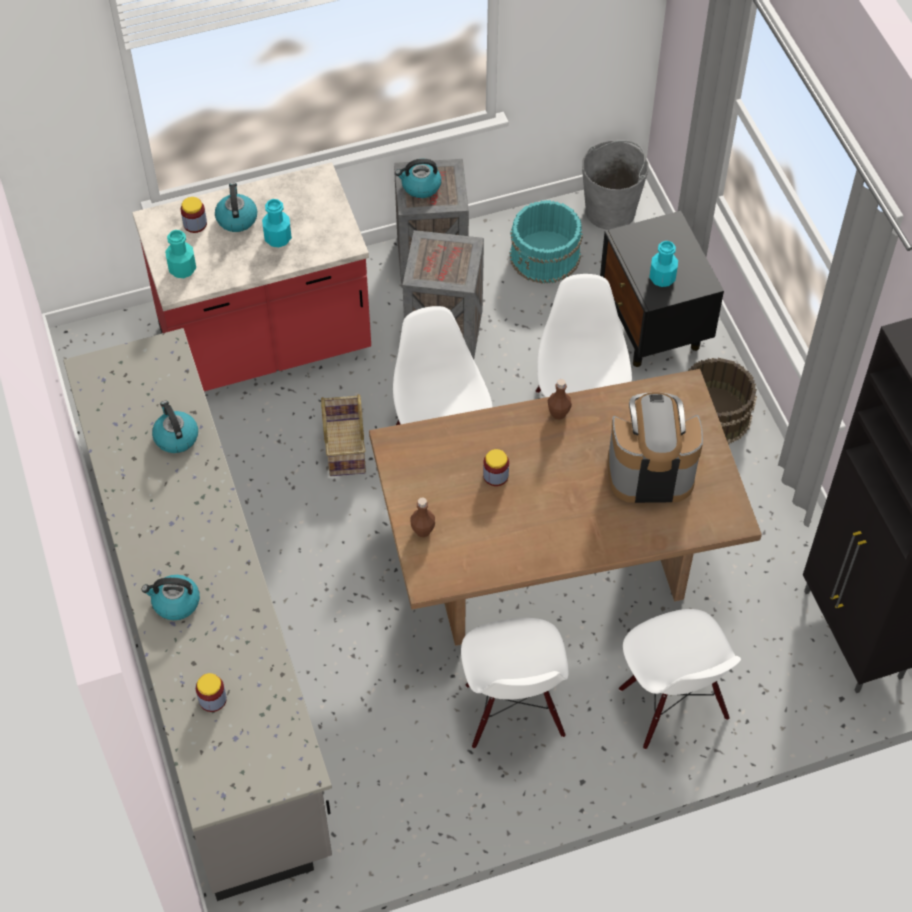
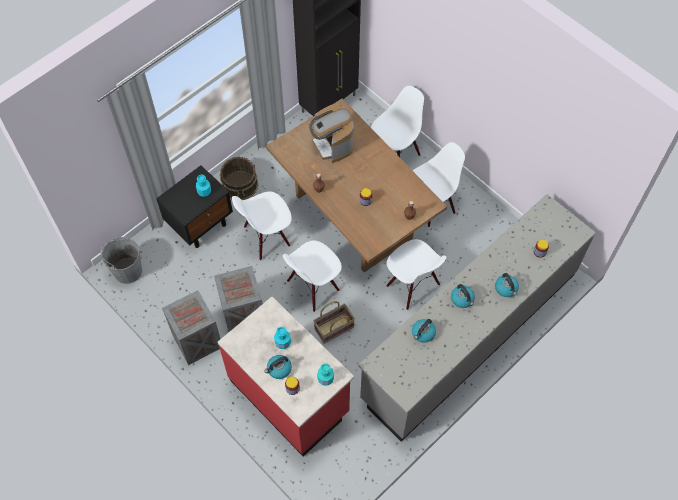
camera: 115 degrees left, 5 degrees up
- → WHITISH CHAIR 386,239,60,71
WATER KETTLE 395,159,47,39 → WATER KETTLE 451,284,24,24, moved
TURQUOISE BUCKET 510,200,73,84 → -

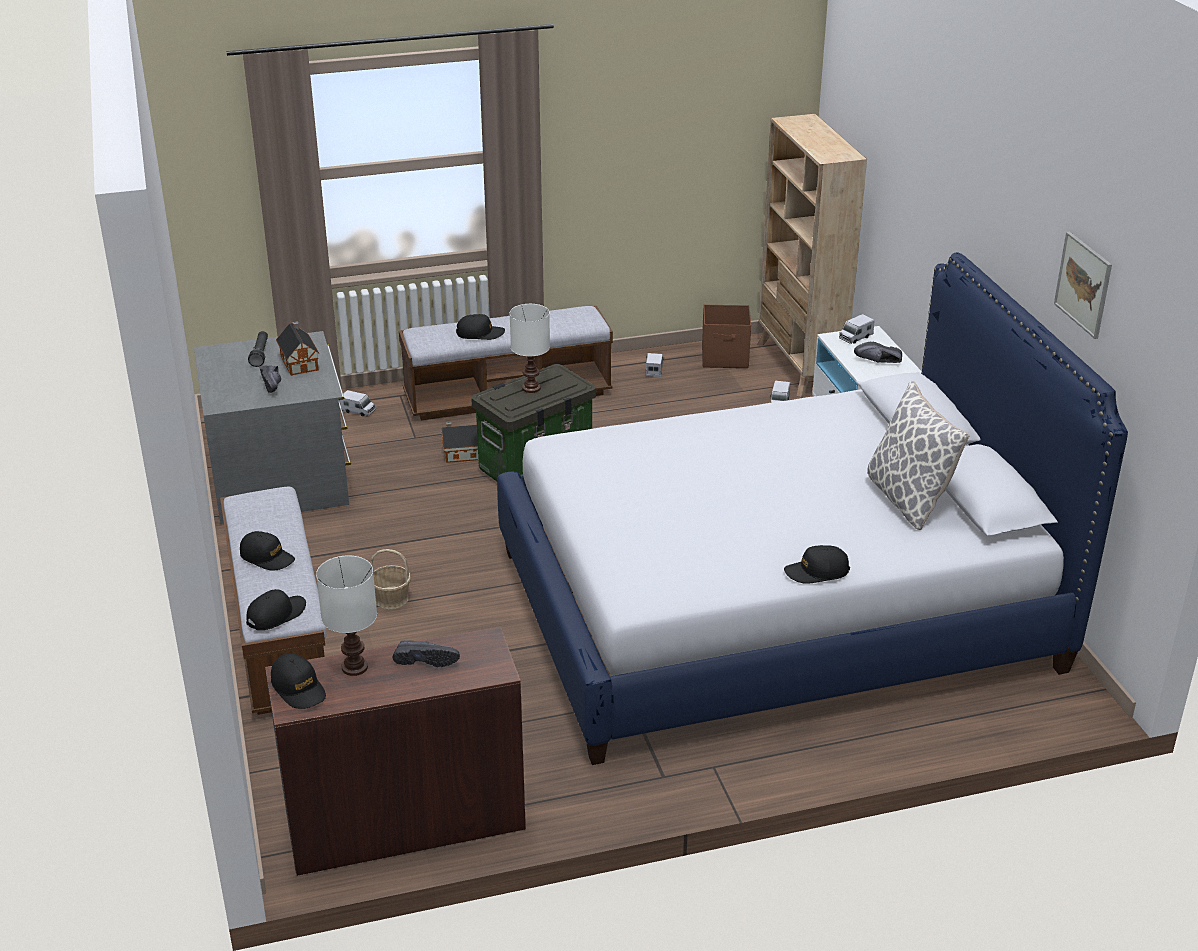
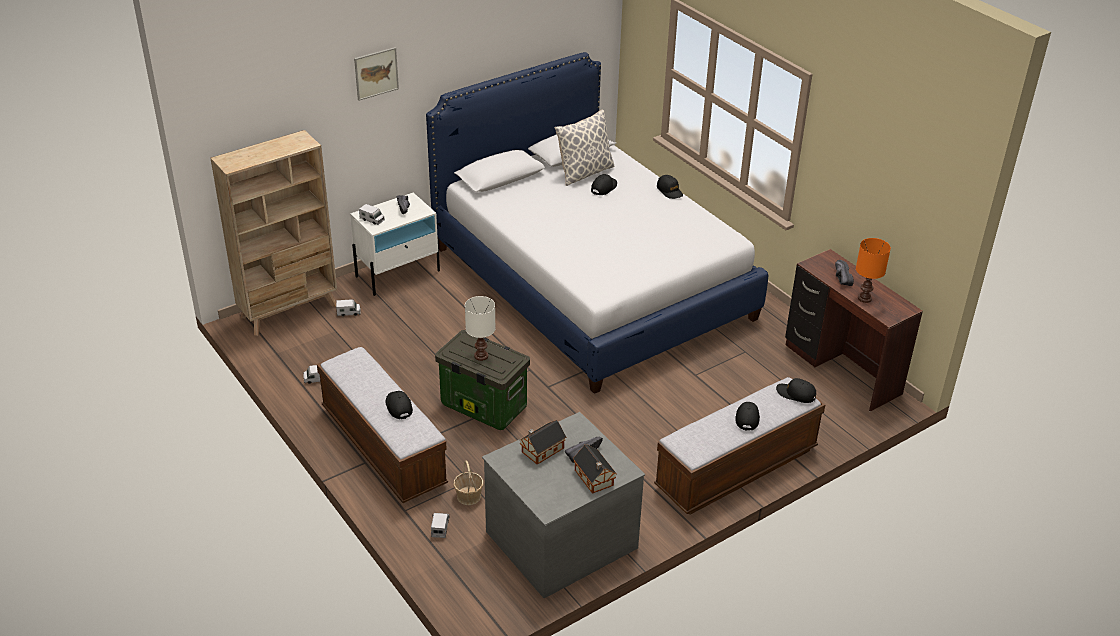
camera: 110 degrees left, 5 degrees up
WALL ART 1054,231,58,108 → WALL ART 354,47,45,54, moved
BASKET 371,549,40,60 → BASKET 454,460,29,45, moved
MINIATURE HOUSE 441,422,37,41 → MINIATURE HOUSE 573,444,44,50, moved
BLACK-COLOURED CAP 271,653,55,56 → BLACK-COLOURED CAP 591,174,26,21, moved
WHITISH TABLE LAMP 316,555,61,121 → ORANGE-COLOURED TABLE LAMP 856,238,35,65
BLACK-COLOURED HAND TORCH 248,331,20,36 → -
BROWN STORAGE BOX 702,304,49,64 → -

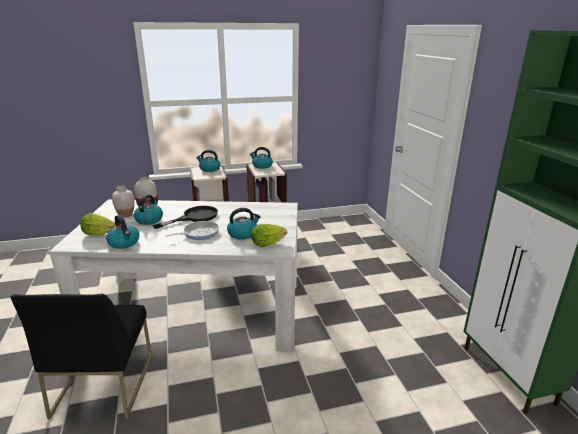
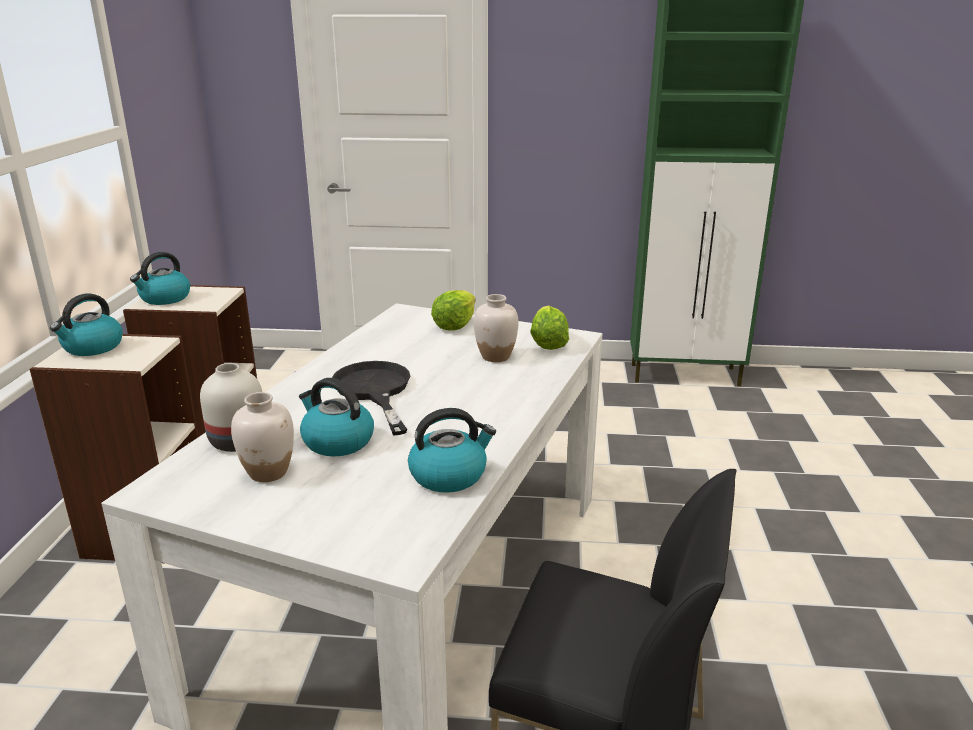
camera: 70 degrees left, 0 degrees up
LETTUCE HEAD 80,213,36,22 → LETTUCE HEAD 431,290,45,41, moved
WATER KETTLE 227,208,34,32 → WHITISH FLOWER VASE 474,294,44,68
PAN 165,221,54,19 → -

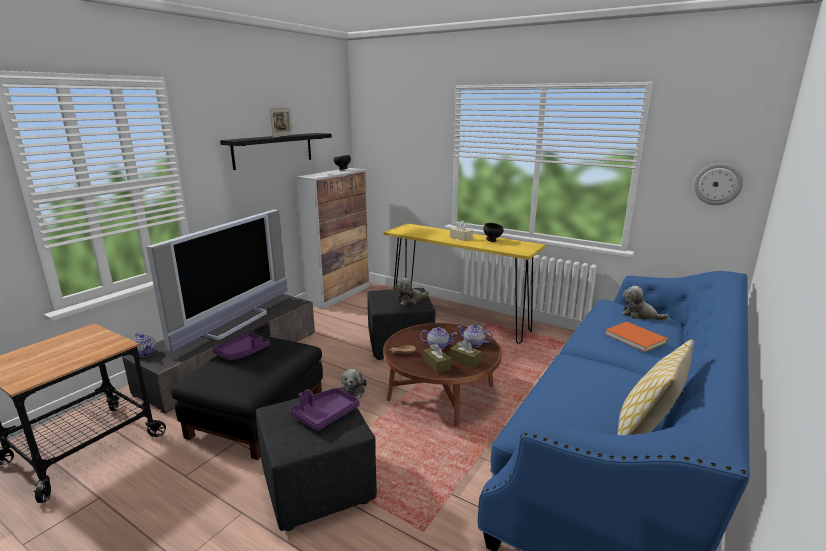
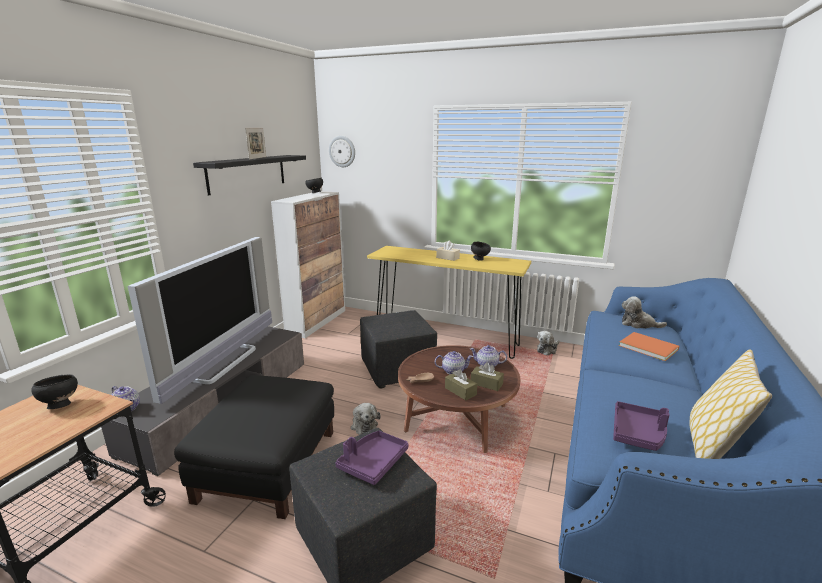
camera: 10 degrees left, 0 degrees up
- → BLACK-COLOURED DEEP DISH 31,375,47,34
WALL CLOCK 694,163,49,42 → WALL CLOCK 329,136,26,31, moved
CUDDLY TOY 395,278,34,27 → CUDDLY TOY 537,331,22,24, moved
PURPLISH CARRYING TRAY 212,332,58,28 → PURPLISH CARRYING TRAY 613,401,56,50, moved

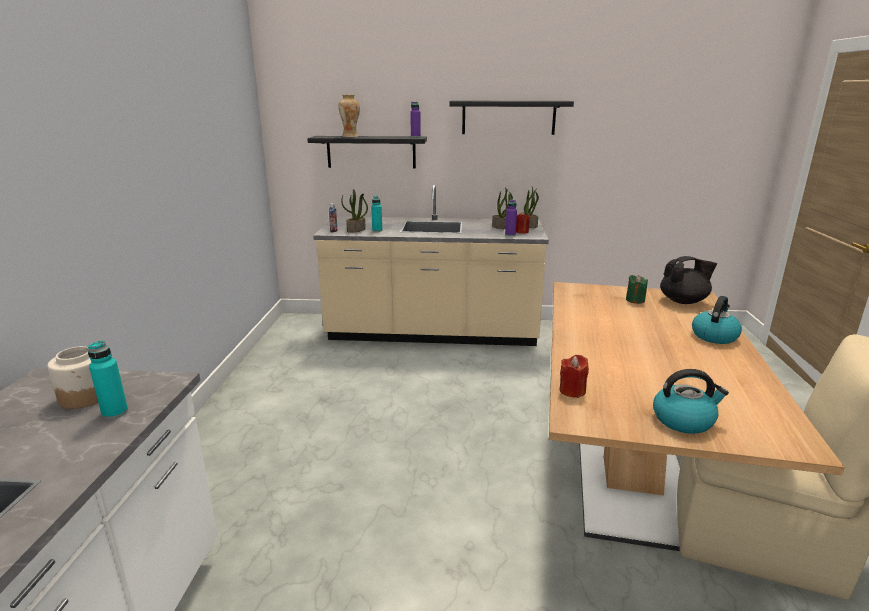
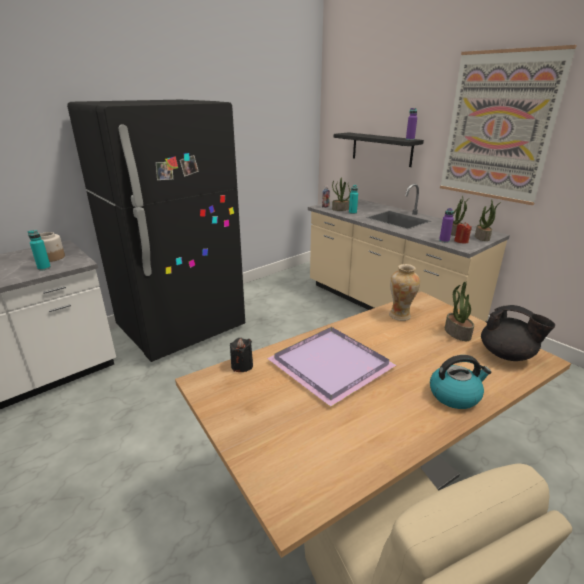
camera: 45 degrees right, 5 degrees up
- → BLACK-COLOURED KITCHEN FRIDGE 67,100,178,262
REDDISH CANDLE 559,355,30,43 → BLACK-COLOURED CANDLE 230,338,23,34
- → PURPLISH CARRYING TRAY 267,327,129,80
FLOWER VASE 338,94,22,43 → FLOWER VASE 389,264,31,57, moved
BLACK-COLOURED WALL SHELF 449,101,125,34 → WALL ART 440,45,137,160
GREEN-COLOURED CANDLE 626,275,22,29 → HOUSEPLANT 445,281,29,60
WATER KETTLE 653,369,76,65 → -

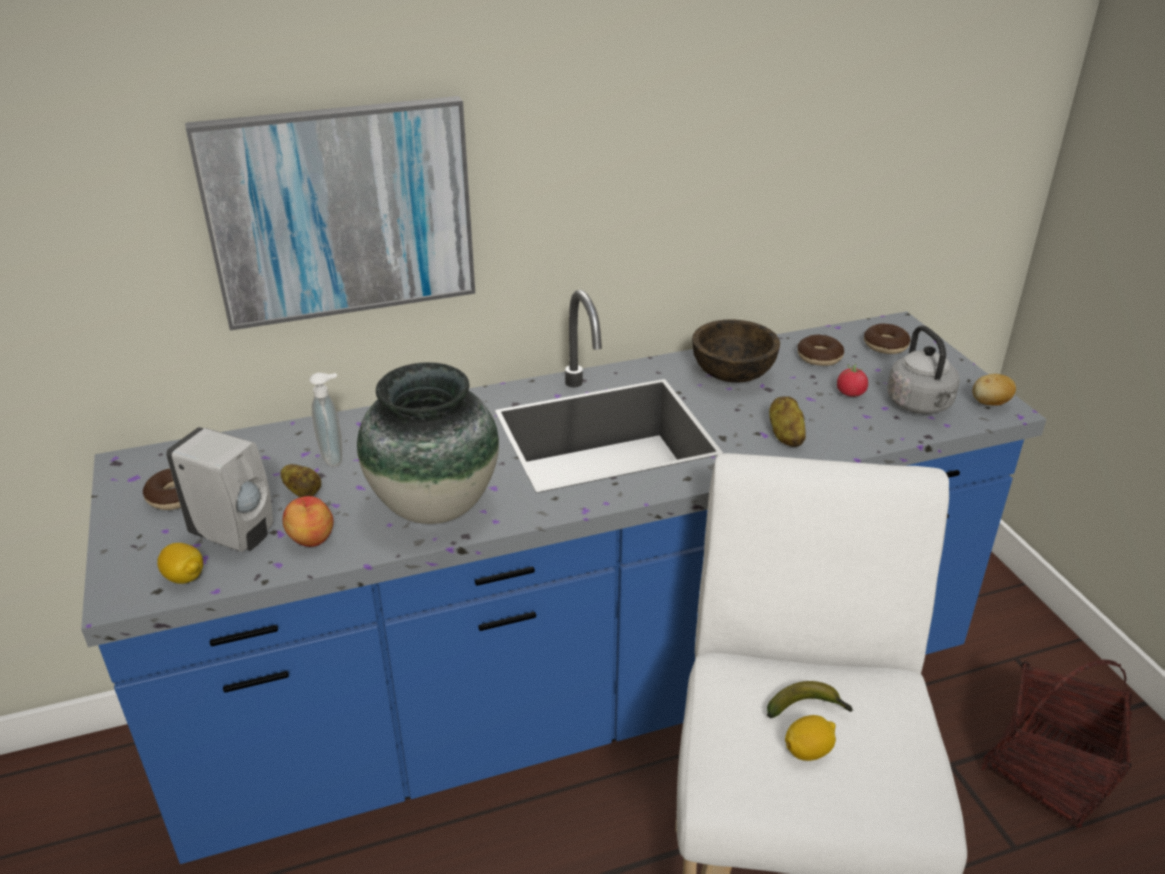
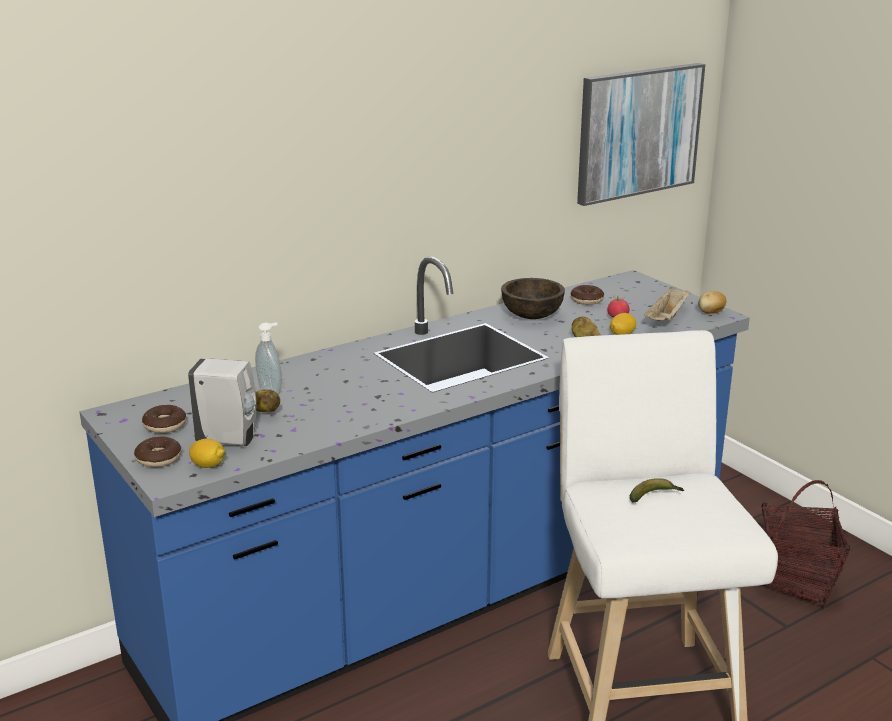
camera: 15 degrees left, 10 degrees down
DOUGHNUT 864,324,47,30 → DOUGHNUT 134,437,47,30, moved
WALL ART 185,96,290,235 → WALL ART 577,63,128,143, moved
LEMON 785,715,51,46 → LEMON 610,313,26,22, moved
GREYISH WATER KETTLE 887,325,73,89 → BEIGE CARRYING TRAY 644,287,46,33
APPLE FRUIT 283,496,50,51 → -
FLOWER VASE 357,362,142,162 → -

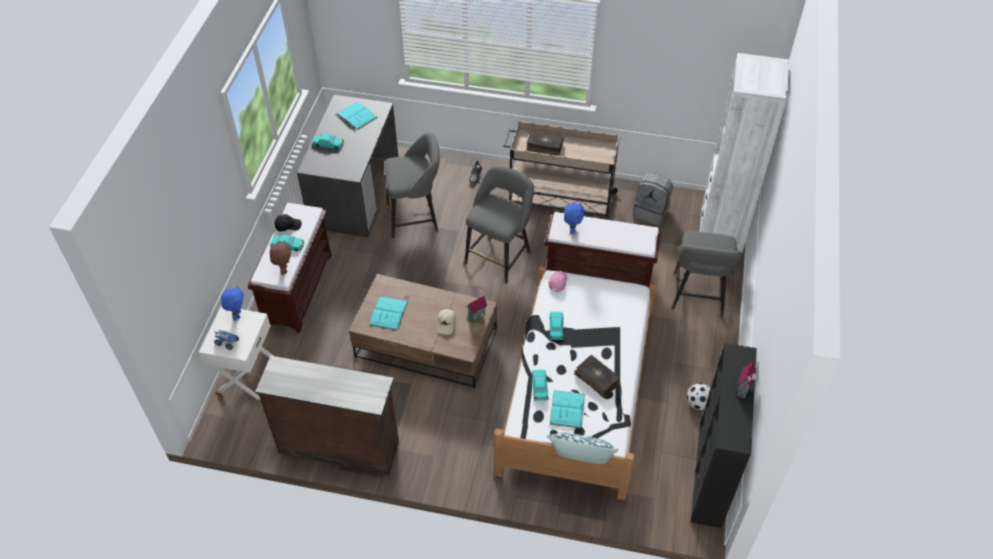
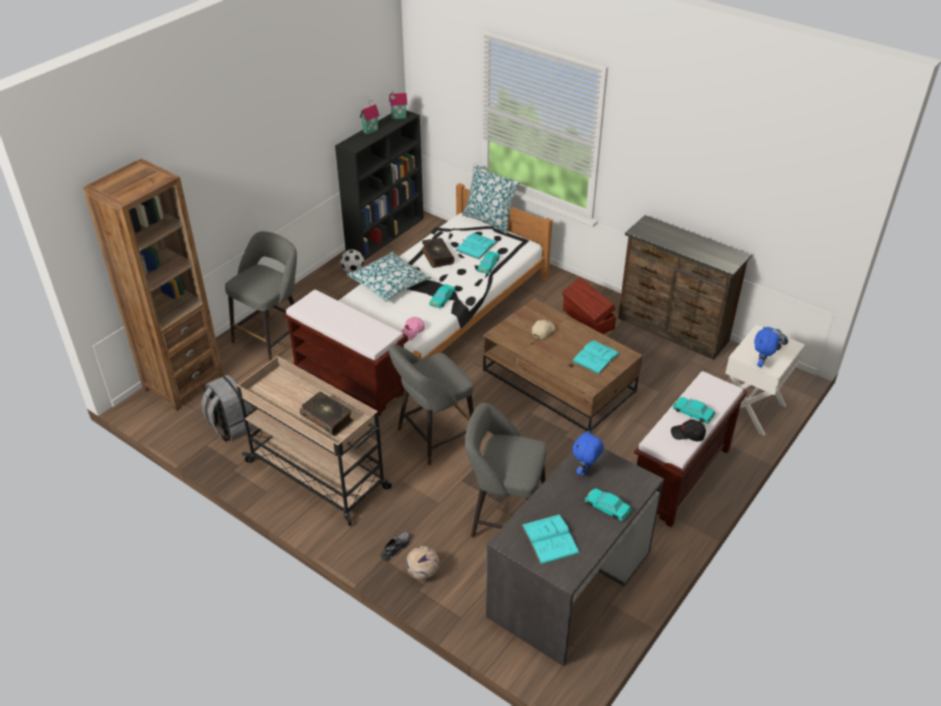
camera: 155 degrees left, 10 degrees down
WHITISH BOOKSHELF 700,53,89,199 → BROWN BOOKSHELF 83,158,141,253
- → PILLOW 347,252,85,50
MINIATURE HOUSE 466,288,21,35 → MINIATURE HOUSE 389,90,18,29, moved
- → BALL FOR FOOTBALL 406,546,33,34
- → BROWN STORAGE BOX 562,277,54,57
BLUISH CUDDLY TOY 564,202,20,32 → BLUISH CUDDLY TOY 573,430,31,45, moved
BROWN CUDDLY TOY 270,240,21,35 → -

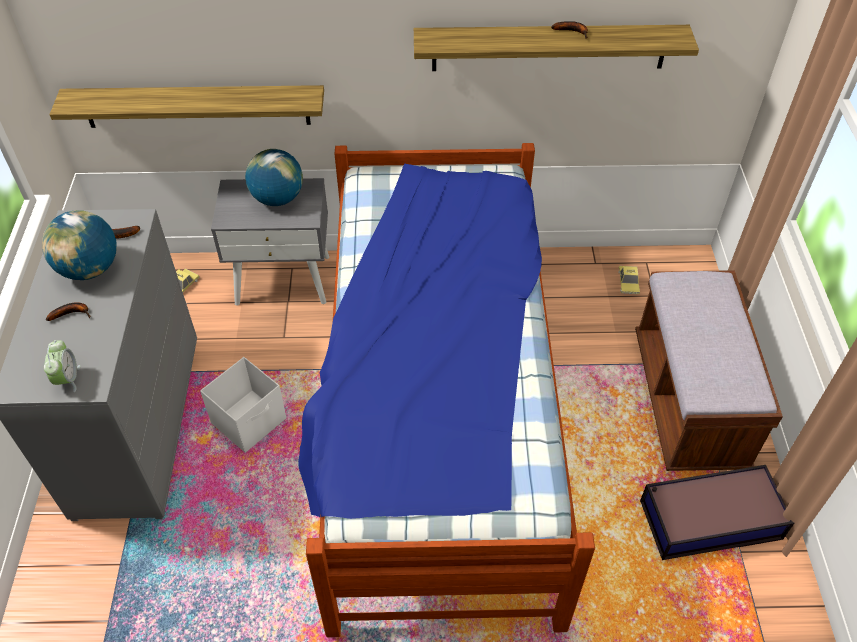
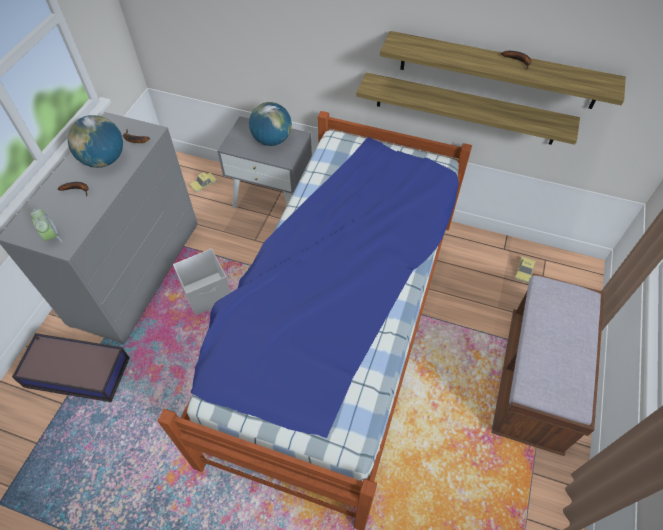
camera: 20 degrees right, 5 degrees up
STORAGE BOX 640,465,154,95 → STORAGE BOX 12,333,118,69, moved
ALARM CLOCK 44,340,36,52 → ALARM CLOCK 30,209,32,34, 45 degrees counterclockwise
WALL SHELF 50,85,274,43 → WALL SHELF 356,72,224,73, moved

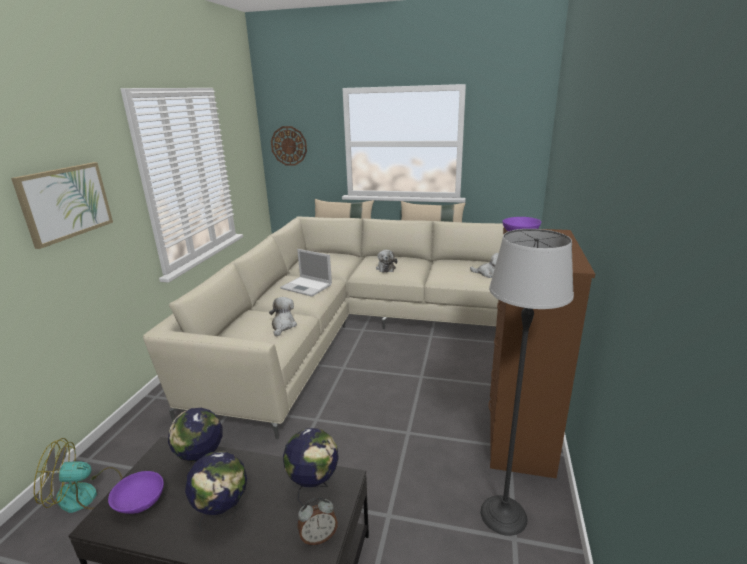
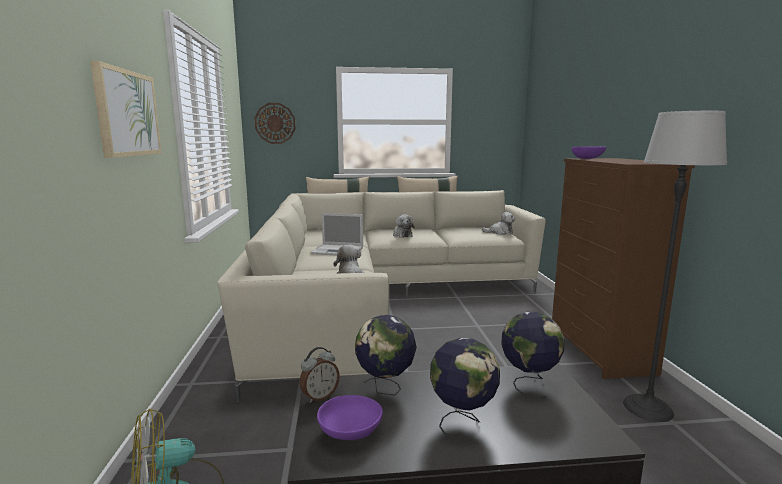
camera: 20 degrees left, 10 degrees down
ALARM CLOCK 298,497,40,48 → ALARM CLOCK 299,347,41,56, moved

